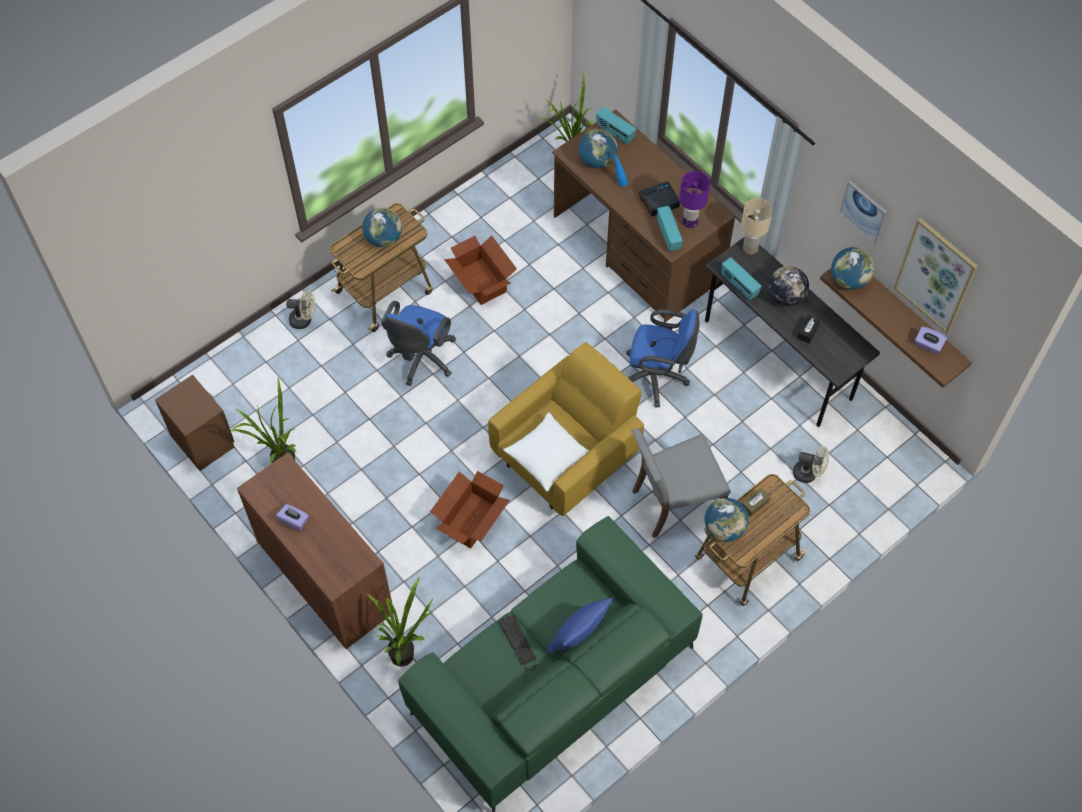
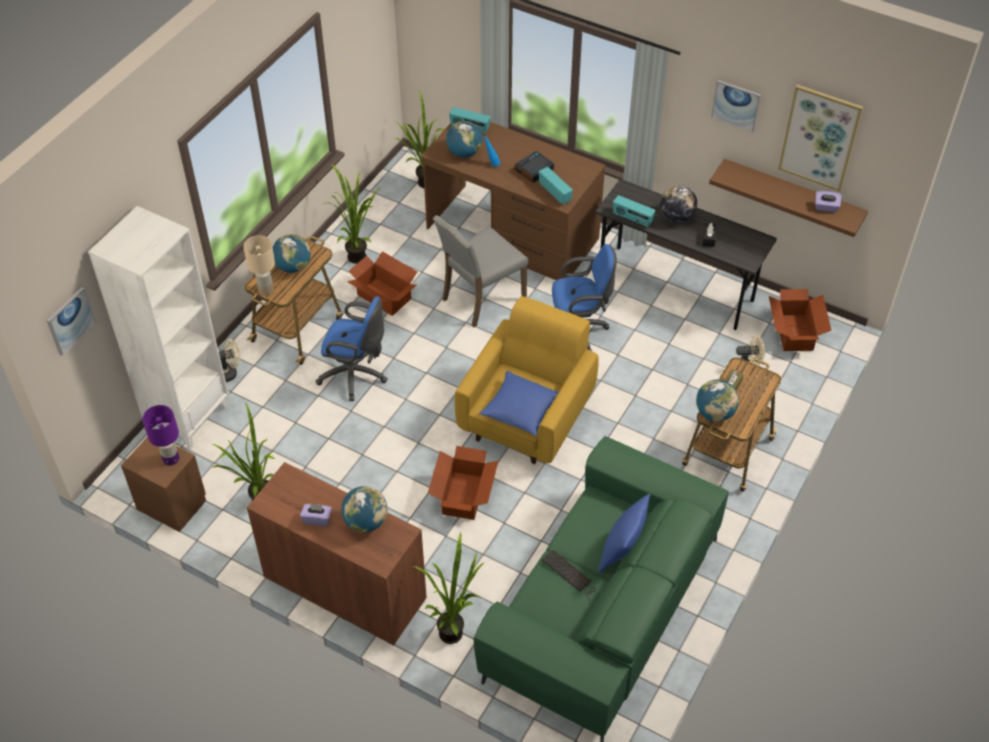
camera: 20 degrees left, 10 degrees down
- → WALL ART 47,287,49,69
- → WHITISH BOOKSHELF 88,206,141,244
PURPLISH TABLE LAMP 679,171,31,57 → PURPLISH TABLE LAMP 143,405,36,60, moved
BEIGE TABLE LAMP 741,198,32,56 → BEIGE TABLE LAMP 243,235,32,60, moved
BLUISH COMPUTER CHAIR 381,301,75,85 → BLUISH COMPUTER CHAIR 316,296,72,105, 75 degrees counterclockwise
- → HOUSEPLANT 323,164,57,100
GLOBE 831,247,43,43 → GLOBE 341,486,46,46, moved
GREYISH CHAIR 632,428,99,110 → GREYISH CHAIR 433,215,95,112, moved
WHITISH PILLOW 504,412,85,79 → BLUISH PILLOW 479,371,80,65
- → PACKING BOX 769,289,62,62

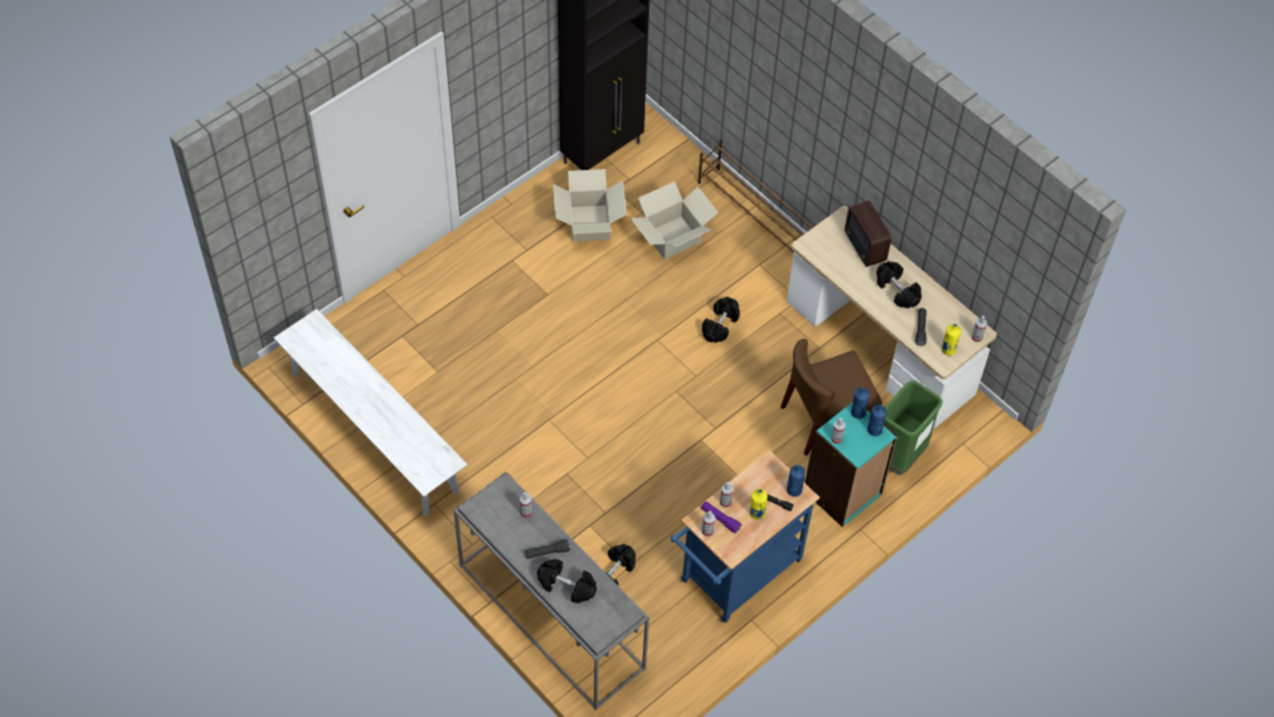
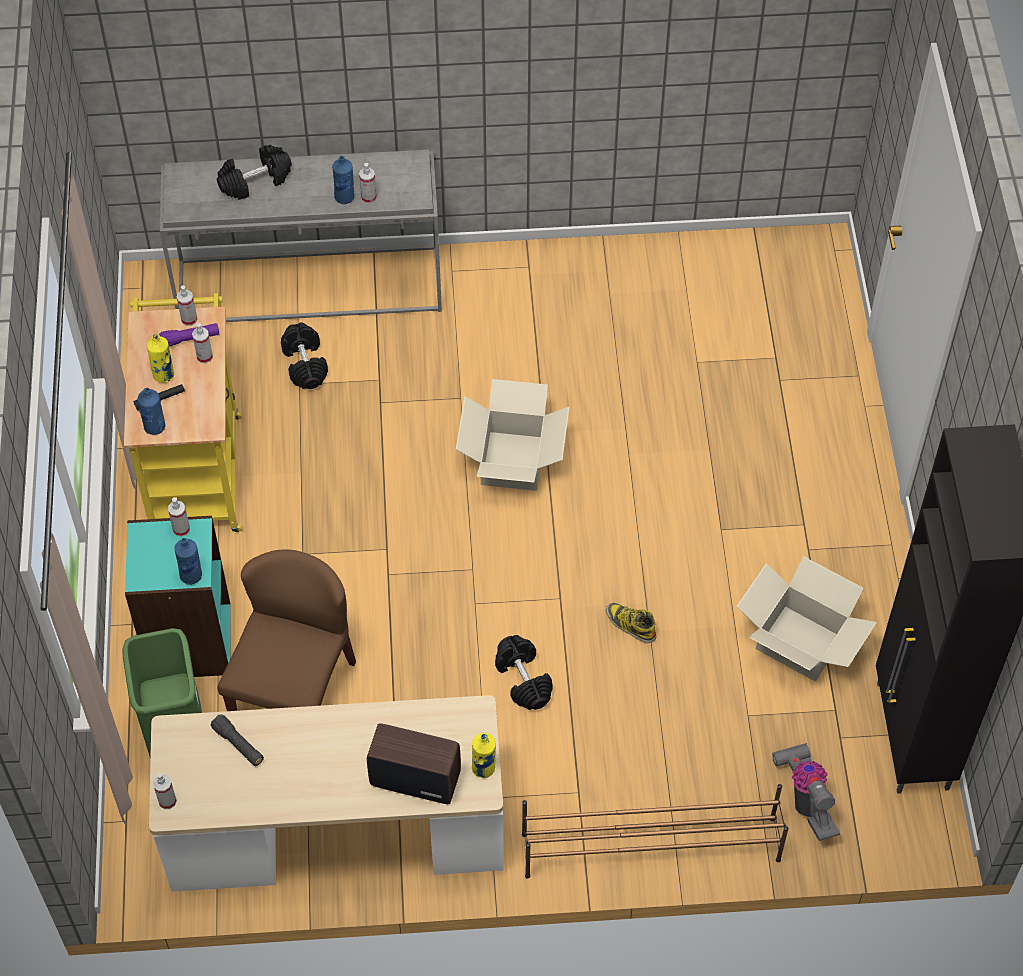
camera: 130 degrees right, 0 degrees up
BLUISH CART 670,450,150,173 → YELLOW-COLOURED CART 124,293,118,240
BLUISH BEVERAGE BOTTLE 867,404,20,32 → BLUISH BEVERAGE BOTTLE 332,156,22,48, moved
PACKING BOX 631,181,87,79 → PACKING BOX 456,379,113,112, moved
YELLOW-COLOURED BEVERAGE BOTTLE 942,323,19,32 → YELLOW-COLOURED BEVERAGE BOTTLE 472,733,24,45, moved
- → TALL BOOT 606,603,50,40
- → VACUUM 772,743,68,98
WHITISH LONG SEAT 274,309,193,207 → -
BLACK-COLOURED HAND TORCH 525,539,45,20 → -
BLACK-COLOURED HAND WEIGHT 877,261,45,47 → -

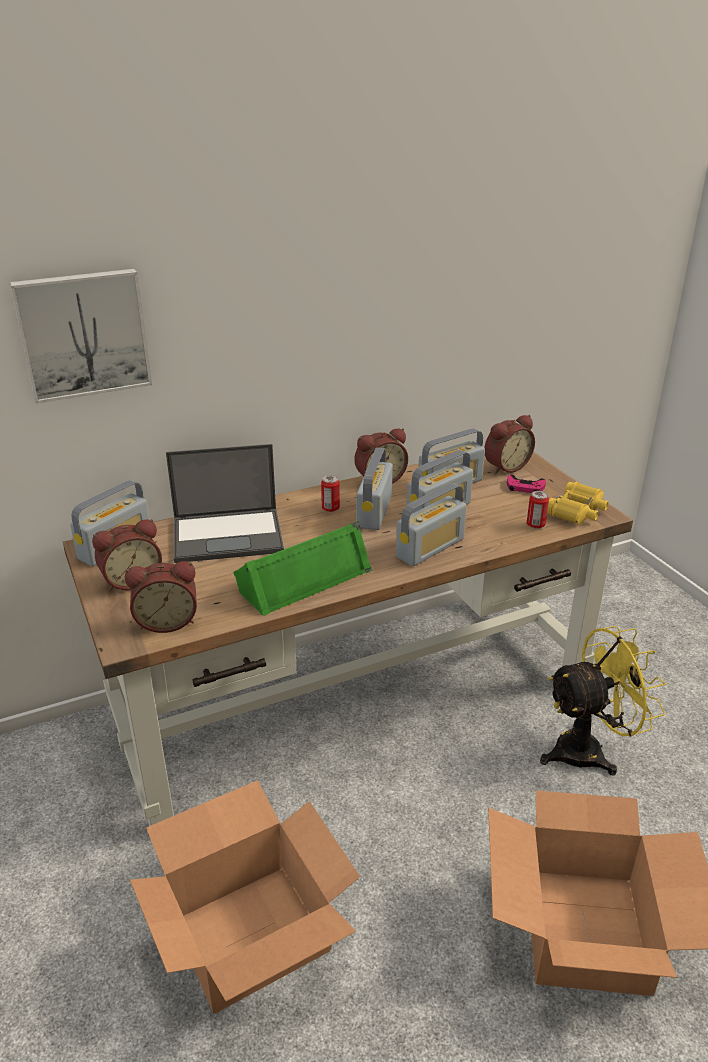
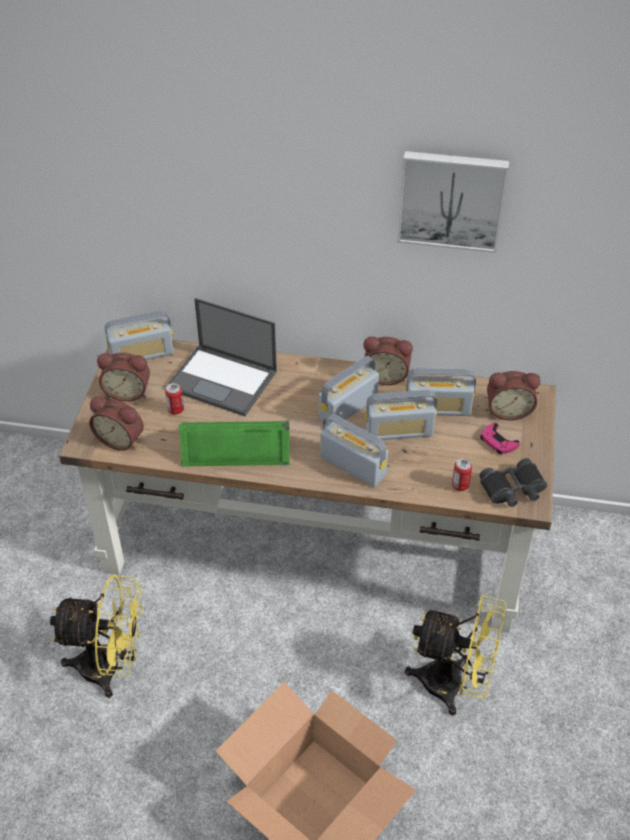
camera: 35 degrees right, 15 degrees up
PACKING BOX 130,780,230,234 → YELLOW-COLOURED FAN 50,575,94,123
SEALED CAN 321,475,19,37 → SEALED CAN 165,383,19,32, moved
RADIO 396,483,71,83 → RADIO 320,414,68,73, 135 degrees counterclockwise
WALL ART 10,269,142,135 → WALL ART 398,151,111,102, moved
YELLOW-COLOURED FIELD GLASSES 547,482,62,43 → BLACK-COLOURED FIELD GLASSES 480,458,67,49

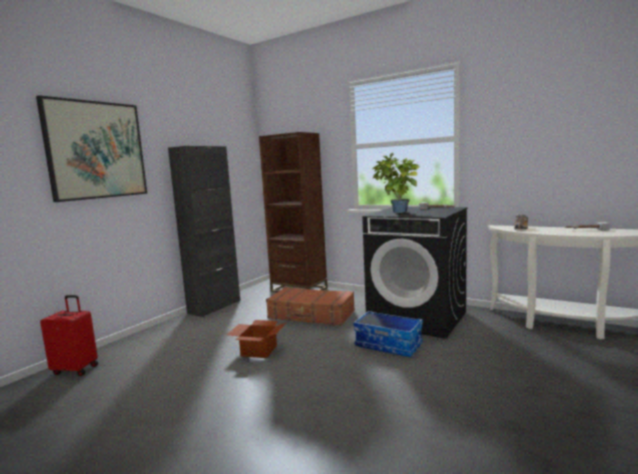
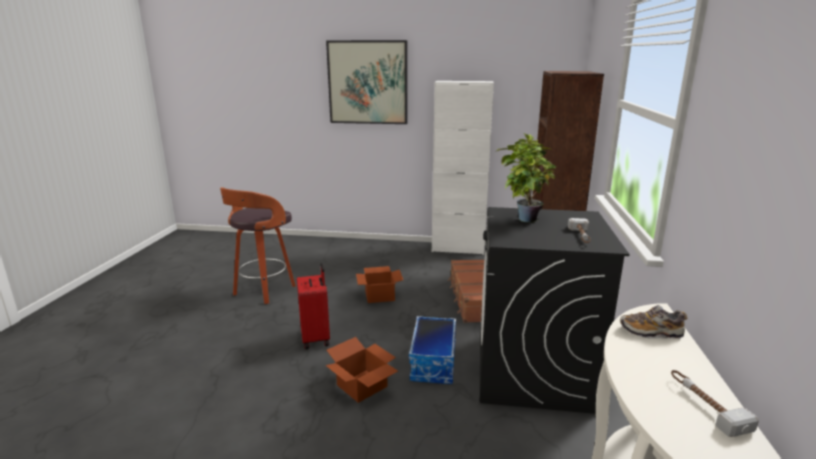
camera: 65 degrees right, 10 degrees up
- → STOOL 220,187,76,117
REDDISH SUITCASE 40,295,58,81 → REDDISH SUITCASE 297,263,33,86, moved
- → PACKING BOX 325,337,73,66
BLACK-COLOURED CUPBOARD 168,146,72,171 → WHITISH CUPBOARD 432,81,62,174

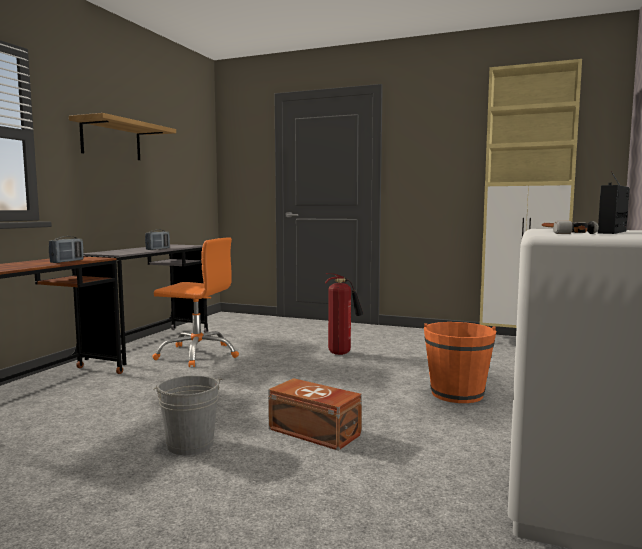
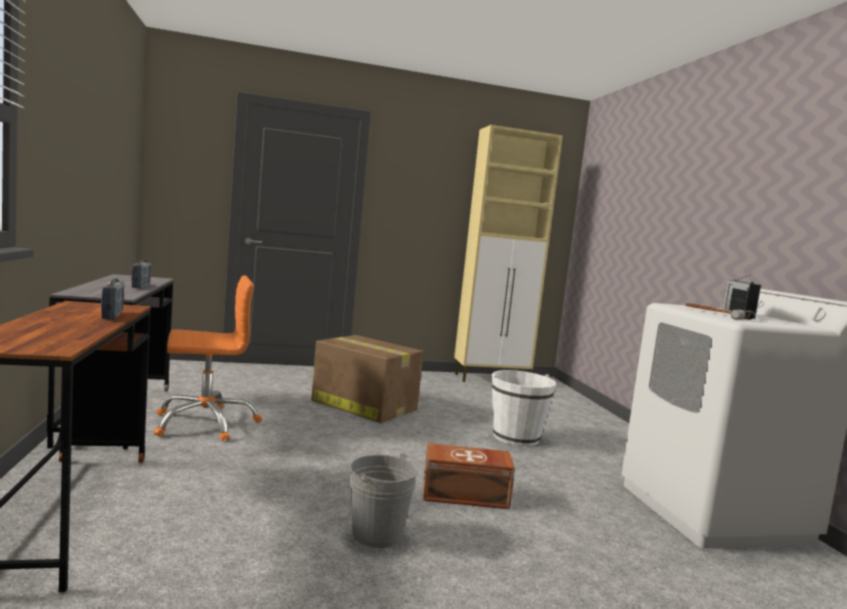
camera: 35 degrees left, 0 degrees up
FIRE EXTINGUISHER 325,273,38,82 → PACKING BOX 311,335,112,88
ORANGE-COLOURED BUCKET 424,322,72,81 → WHITISH BUCKET 492,370,64,76
WALL SHELF 69,113,107,47 → -

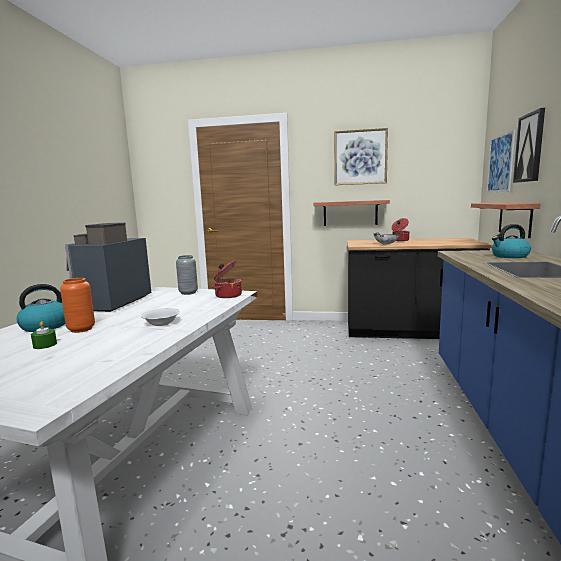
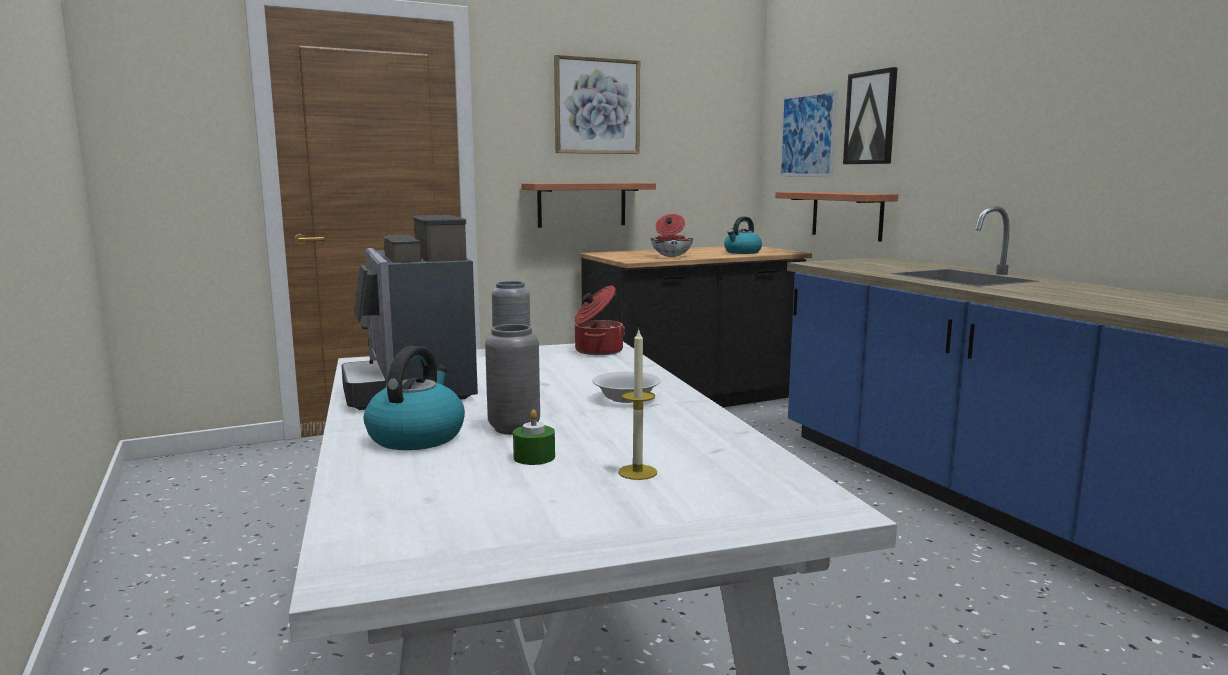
camera: 35 degrees left, 0 degrees up
ORANGE-COLOURED FLOWER VASE 60,278,35,55 → GREYISH FLOWER VASE 485,324,55,111
- → CANDLE 618,328,39,152
WATER KETTLE 492,224,39,34 → WATER KETTLE 724,217,38,37, moved

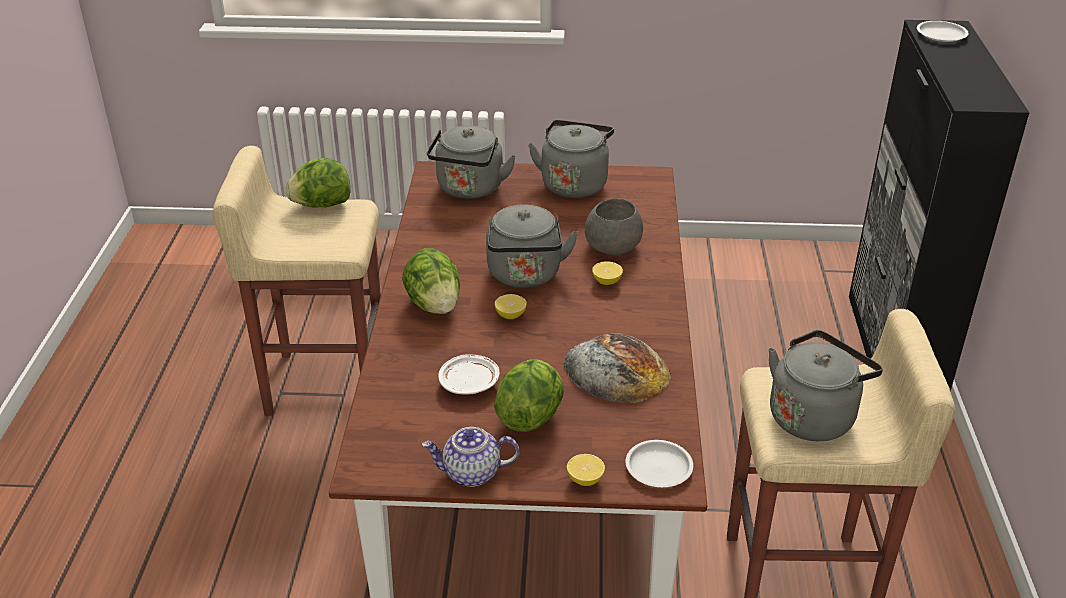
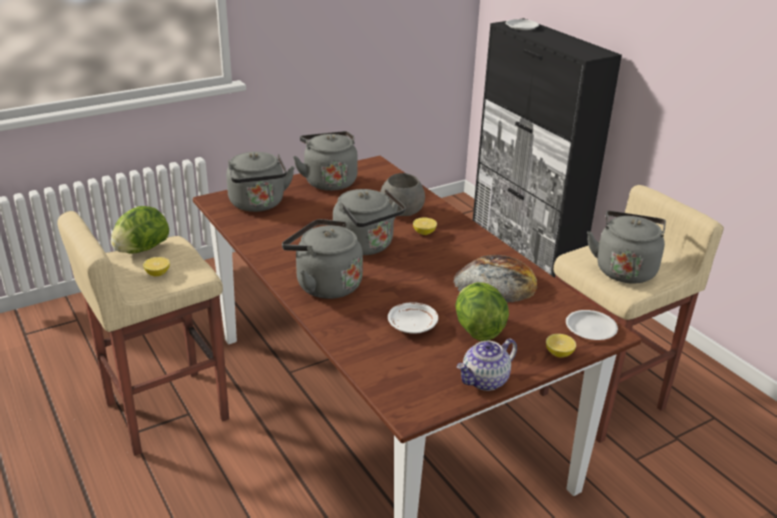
camera: 35 degrees left, 5 degrees down
LEMON 495,294,32,25 → LEMON 143,257,27,19, moved
LETTUCE HEAD 402,248,58,66 → GREYISH WATER KETTLE 282,219,81,80

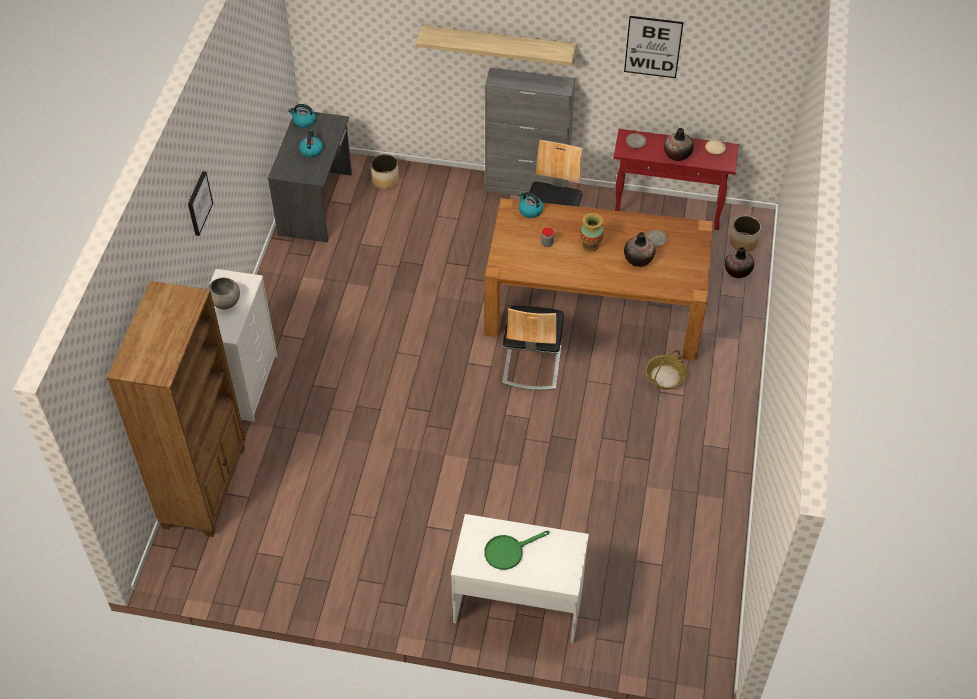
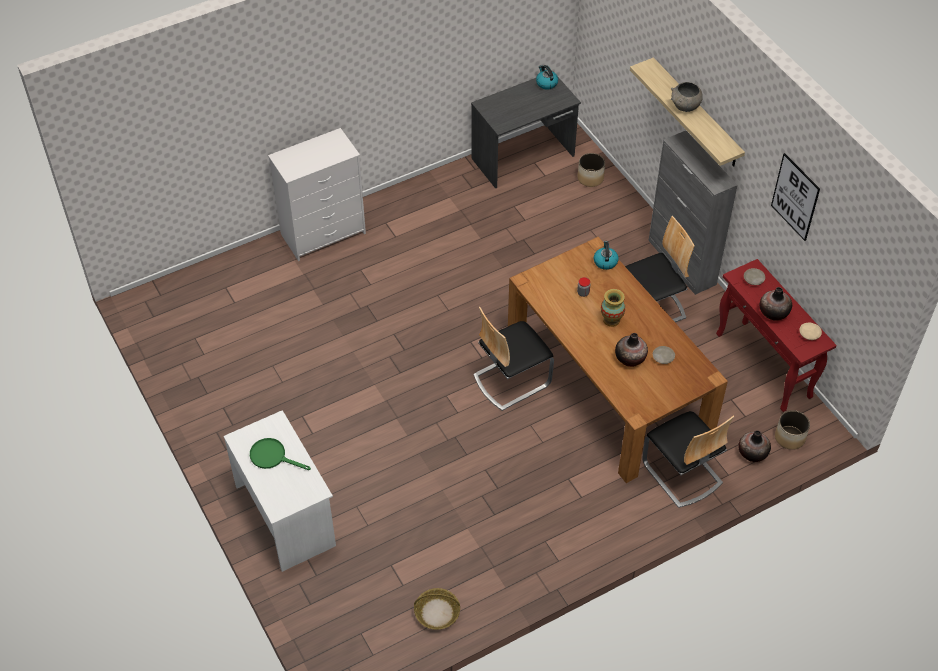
camera: 50 degrees right, 0 degrees up
BASKET 645,350,42,39 → BASKET 414,588,46,42, moved
- → CHAIR 642,411,92,97
GREYISH DEEP DISH 208,278,32,31 → GREYISH DEEP DISH 671,82,32,30, moved
BROWN BOOKSHELF 107,281,139,256 → -
WALL ART 188,171,25,65 → -
WATER KETTLE 299,130,24,27 → -

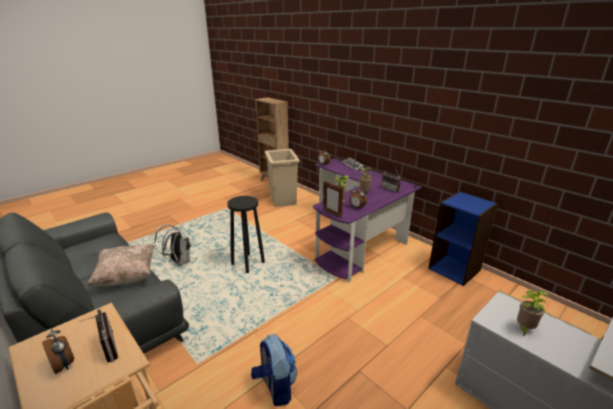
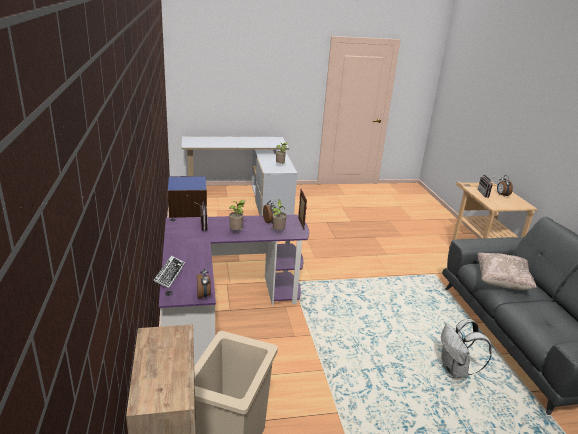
camera: 150 degrees left, 0 degrees up
BLACK-COLOURED STOOL 227,196,38,77 → -
BACKPACK 251,334,46,72 → -

